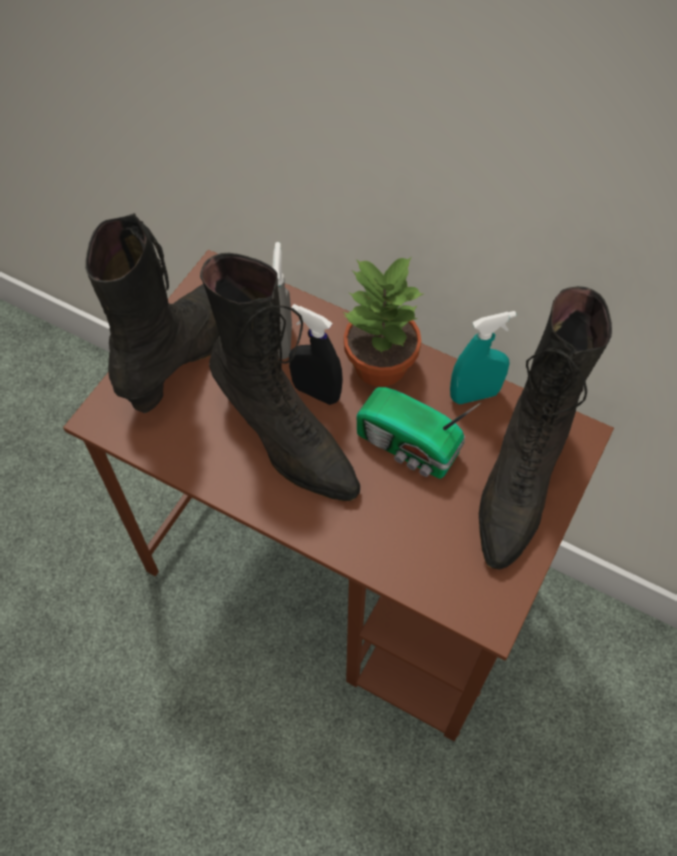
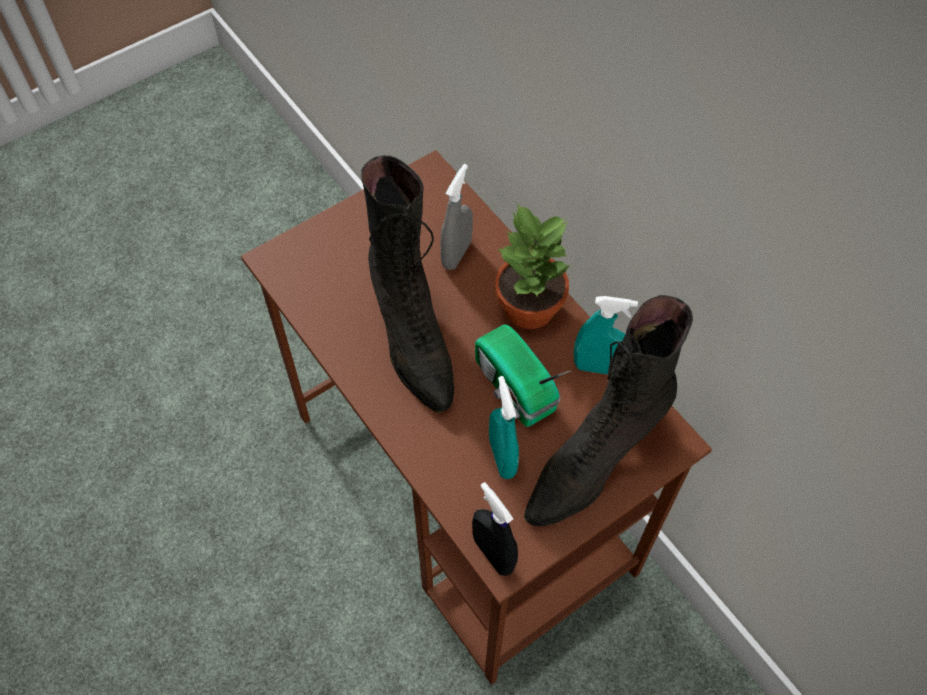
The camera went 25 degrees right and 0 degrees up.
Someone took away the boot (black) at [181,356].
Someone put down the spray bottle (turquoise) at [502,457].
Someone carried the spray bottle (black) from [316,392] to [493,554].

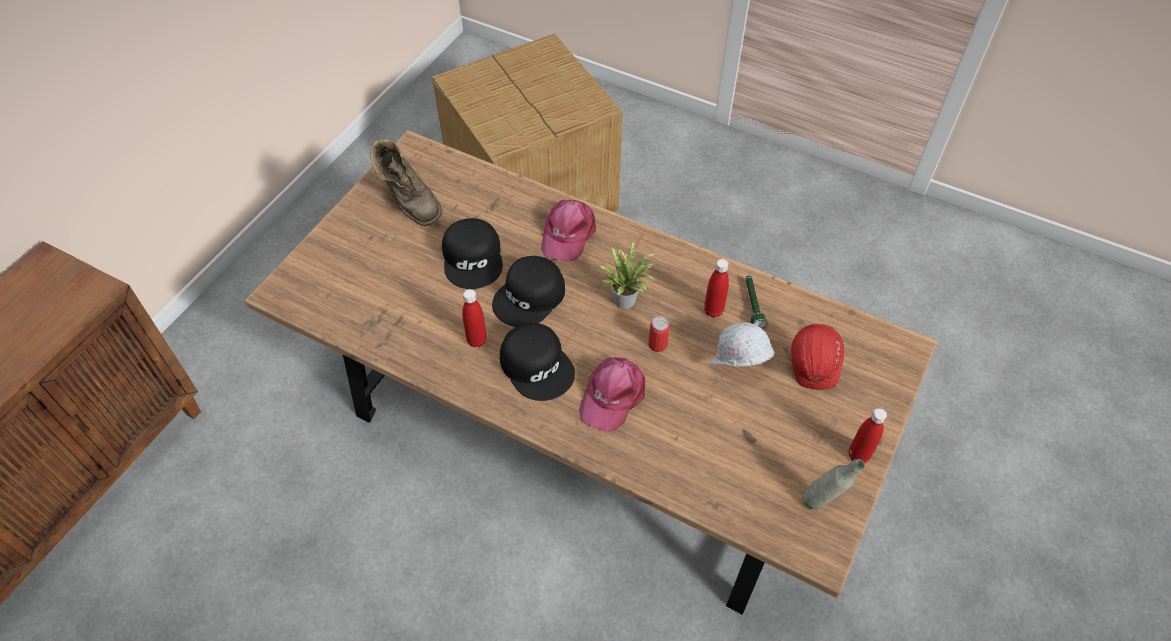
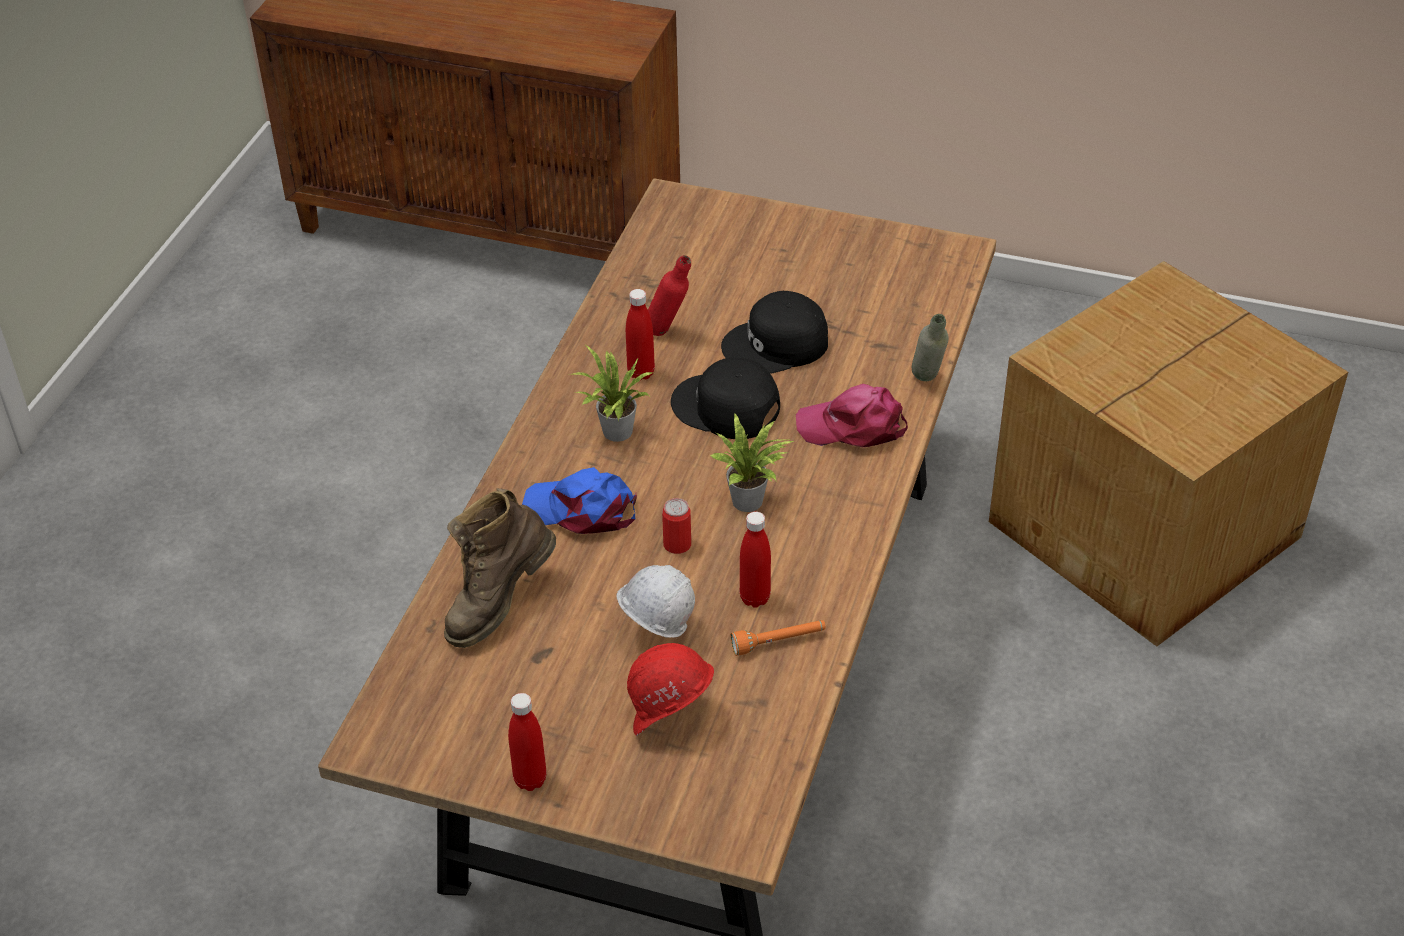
The camera went 80 degrees right and 10 degrees down.
Someone put down the bottle (red) at [668,333].
Someone carried the boot (brown) from [409,202] to [498,604].
Someone carried the bottle (grey) from [822,502] to [927,383].
Someone swapped the cap (black) at [538,365] for the potted plant at [614,433].
Someone repainted the cap (pink) at [612,395], which became the cap (blue) at [582,510].
Someone repainted the flashlight (green) at [752,305], which became the flashlight (orange) at [778,642].

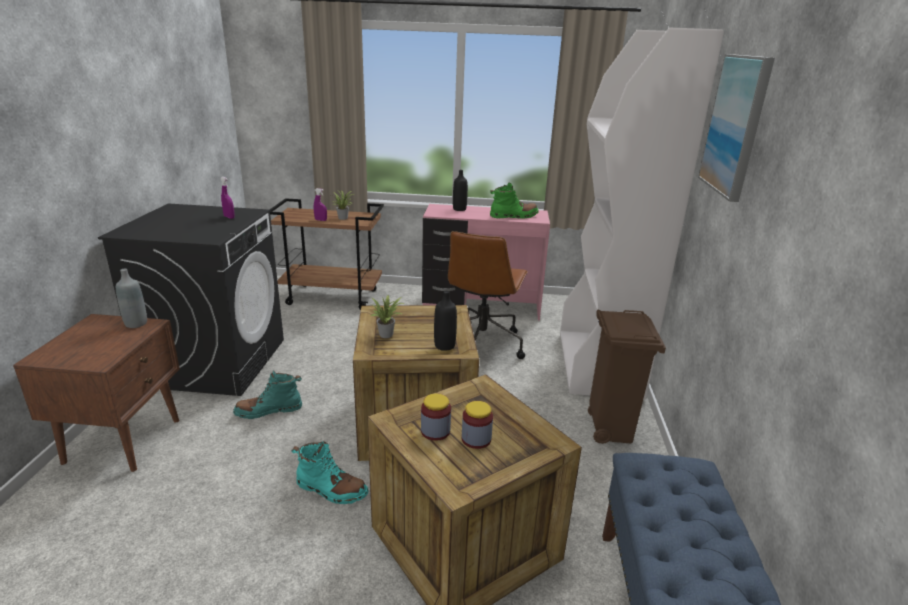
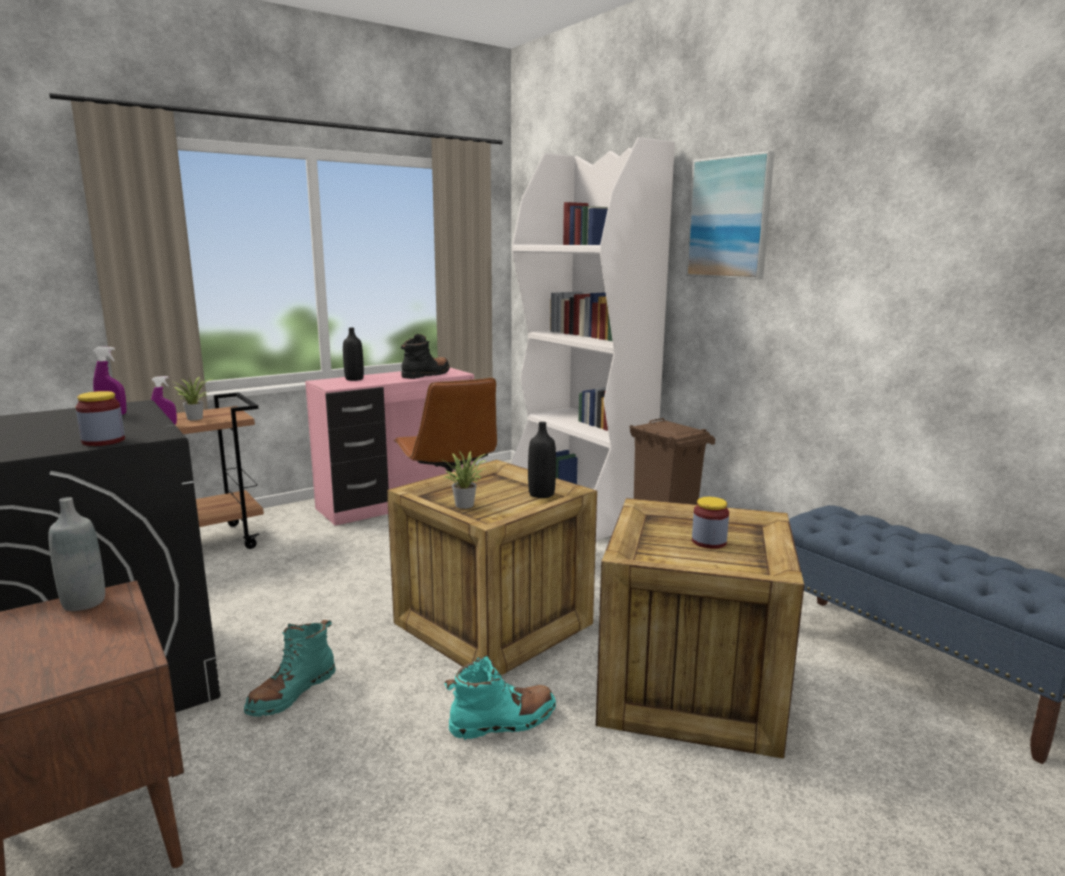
The camera went 40 degrees left and 10 degrees down.
Someone carried the jar from [435,431] to [103,441].
Someone repainted the boot (green) at [514,216], which became the boot (black) at [426,375].

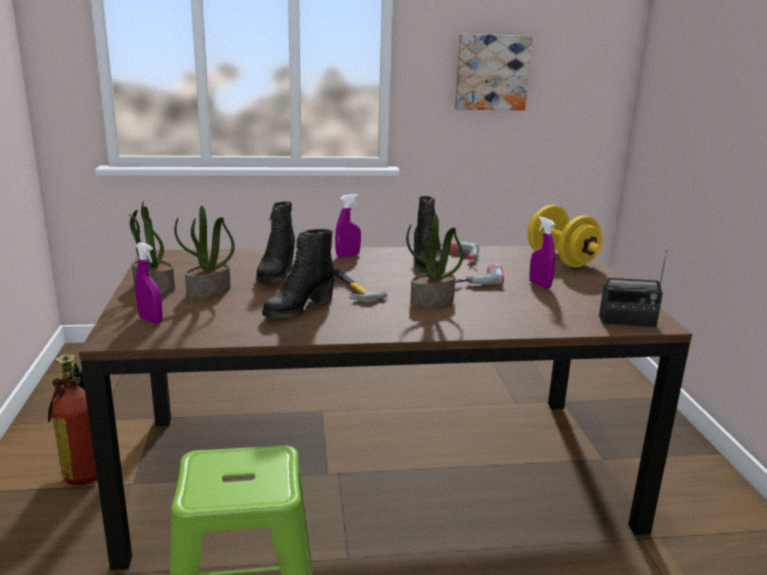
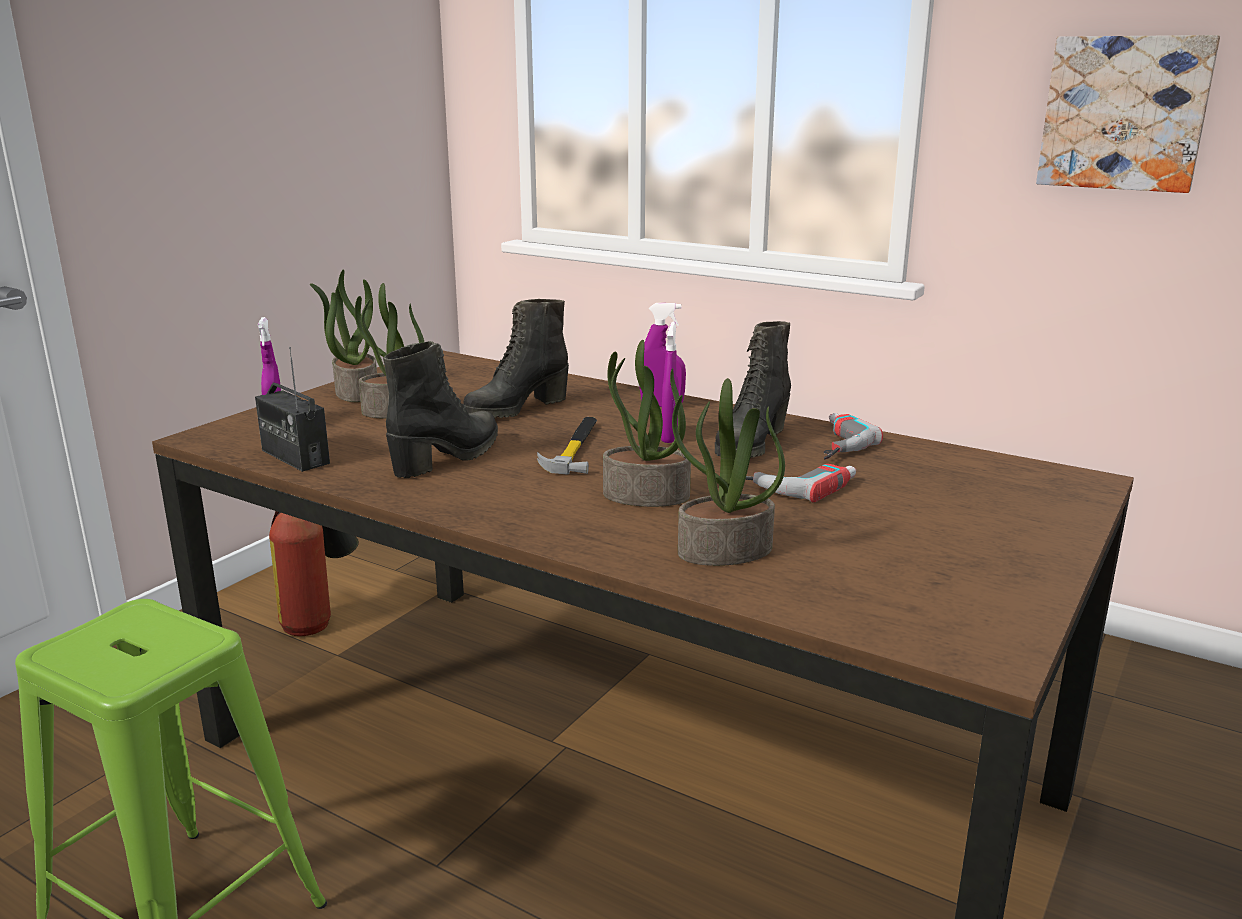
The camera went 40 degrees right and 0 degrees up.
Someone took away the dumbbell (yellow) at [560,259].
Someone put down the potted plant at [724,552].
Someone carried the spray bottle (purple) from [539,285] to [669,436].
Someone carried the radio from [627,321] to [295,457].
Someone rotated the boot (black) at [298,309] by 135 degrees clockwise.

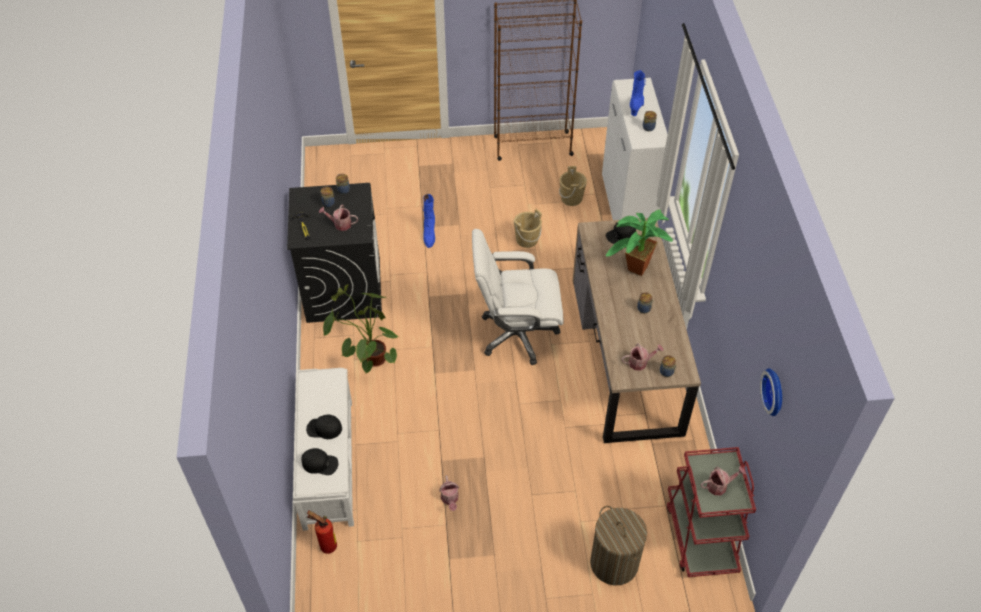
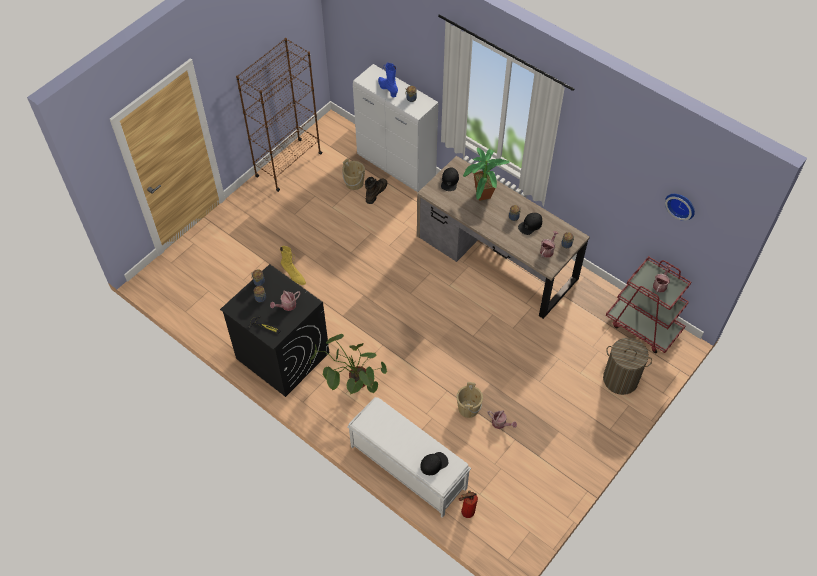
The camera went 45 degrees left and 5 degrees up.
Someone took away the office chair (white) at [516,334].
Someone put down the boot (brown) at [375,192].
Someone carried the cap (black) from [324,428] to [530,225].
Someone carried the bucket (beige) from [527,239] to [468,408].
Someone repainted the boot (blue) at [429,234], which became the boot (yellow) at [293,275].

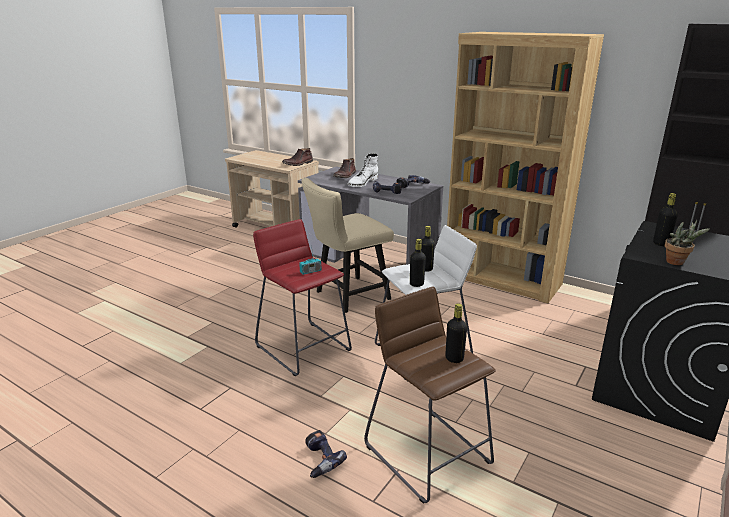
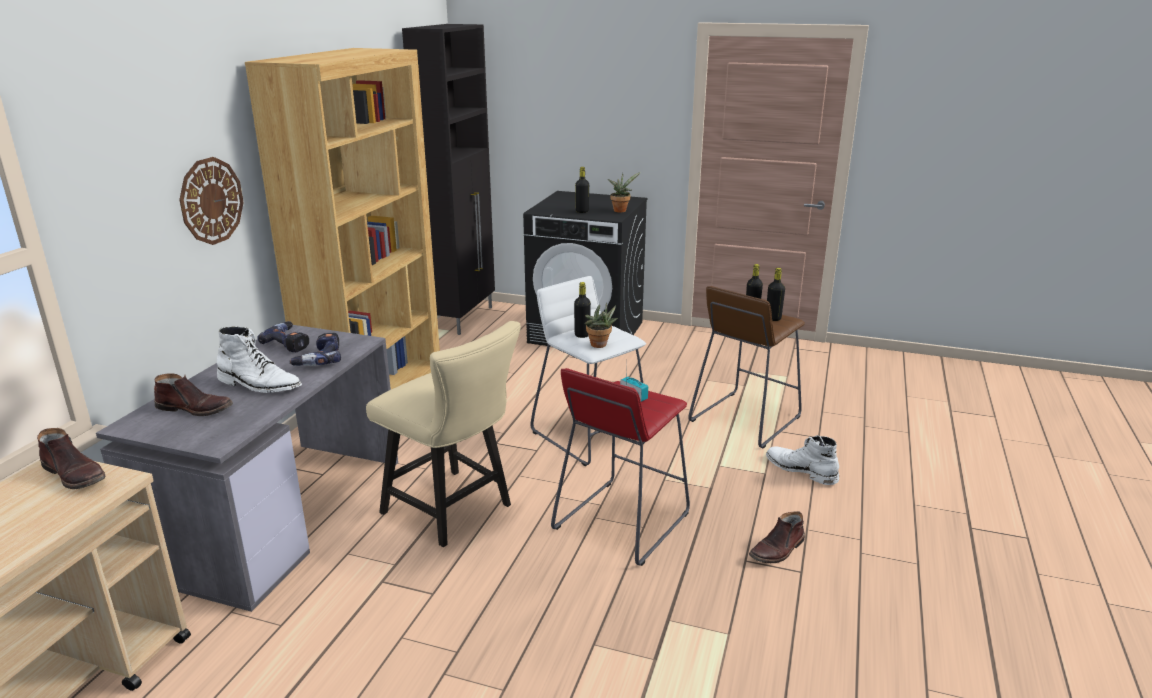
The camera went 105 degrees left and 0 degrees up.
Someone put up the wall clock at [211,201].
Someone put down the potted plant at [600,345].
Someone put down the boot (brown) at [777,550].
Someone carried the bottle (black) from [416,284] to [773,318].
Someone swapped the power drill at [319,460] for the boot (white) at [801,469].

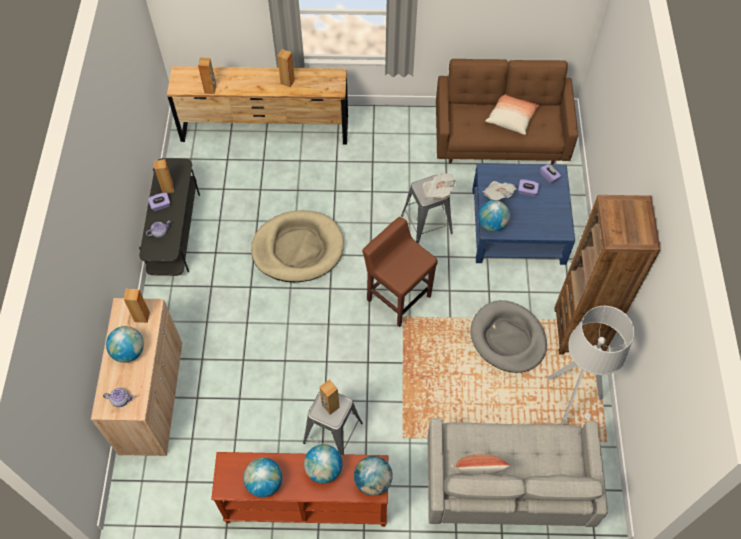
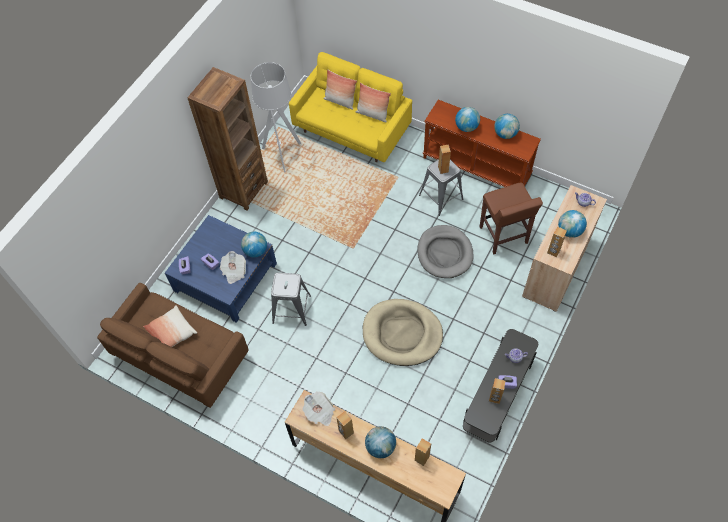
The camera went 150 degrees left and 0 degrees up.
Someone put down the pillow at [340,101].
Someone carried the globe from [373,481] to [380,446].
Someone carried the stool (brown) from [398,297] to [503,236].
Someone carried the newspaper from [437,191] to [319,412].
Someone carried the dog bed (grey) from [508,338] to [444,253].
Someone repainted the sofa (grey) at [506,484], which became the sofa (yellow) at [352,130].

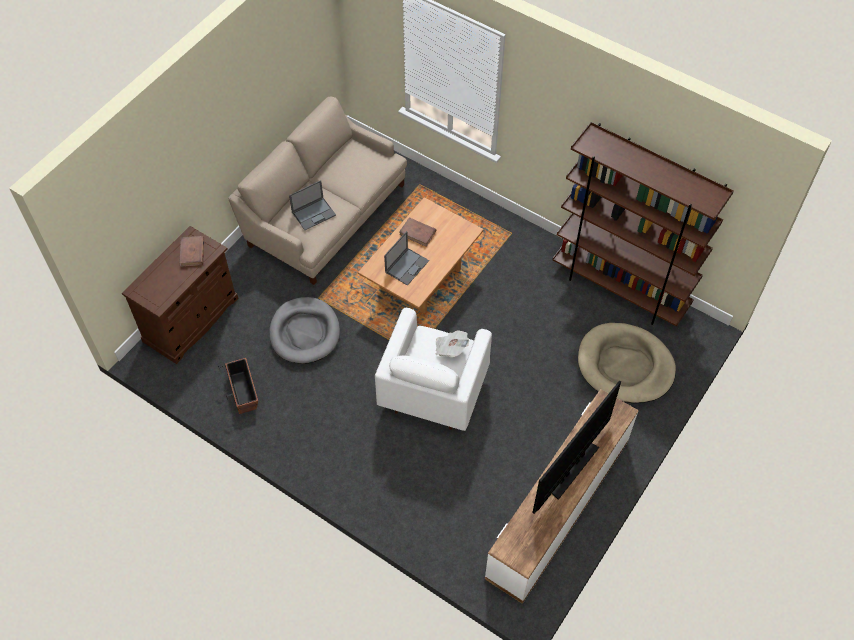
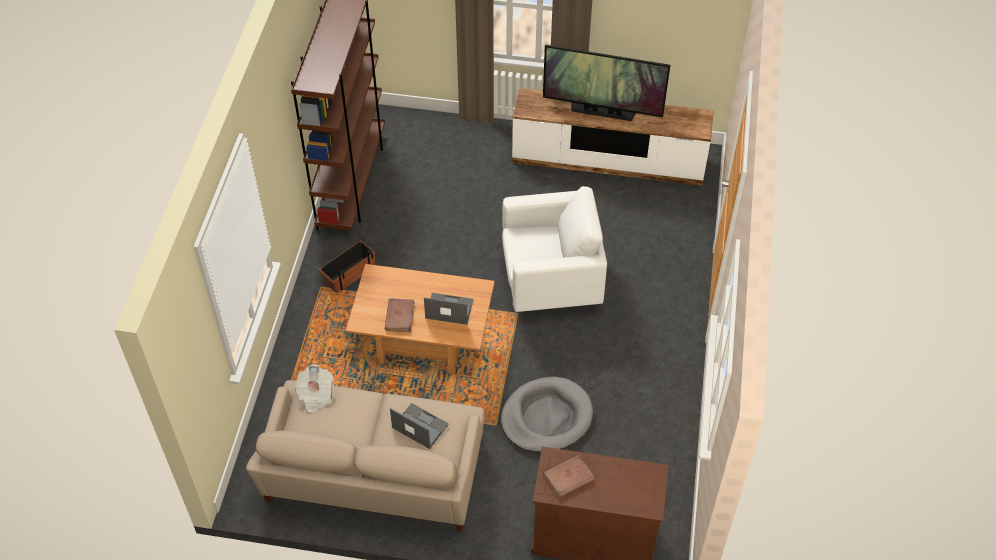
The camera went 115 degrees left and 5 degrees down.
Someone took away the dog bed (beige) at [625,366].
Someone carried the planter from [243,392] to [349,274].
Someone carried the newspaper from [450,348] to [316,395].

